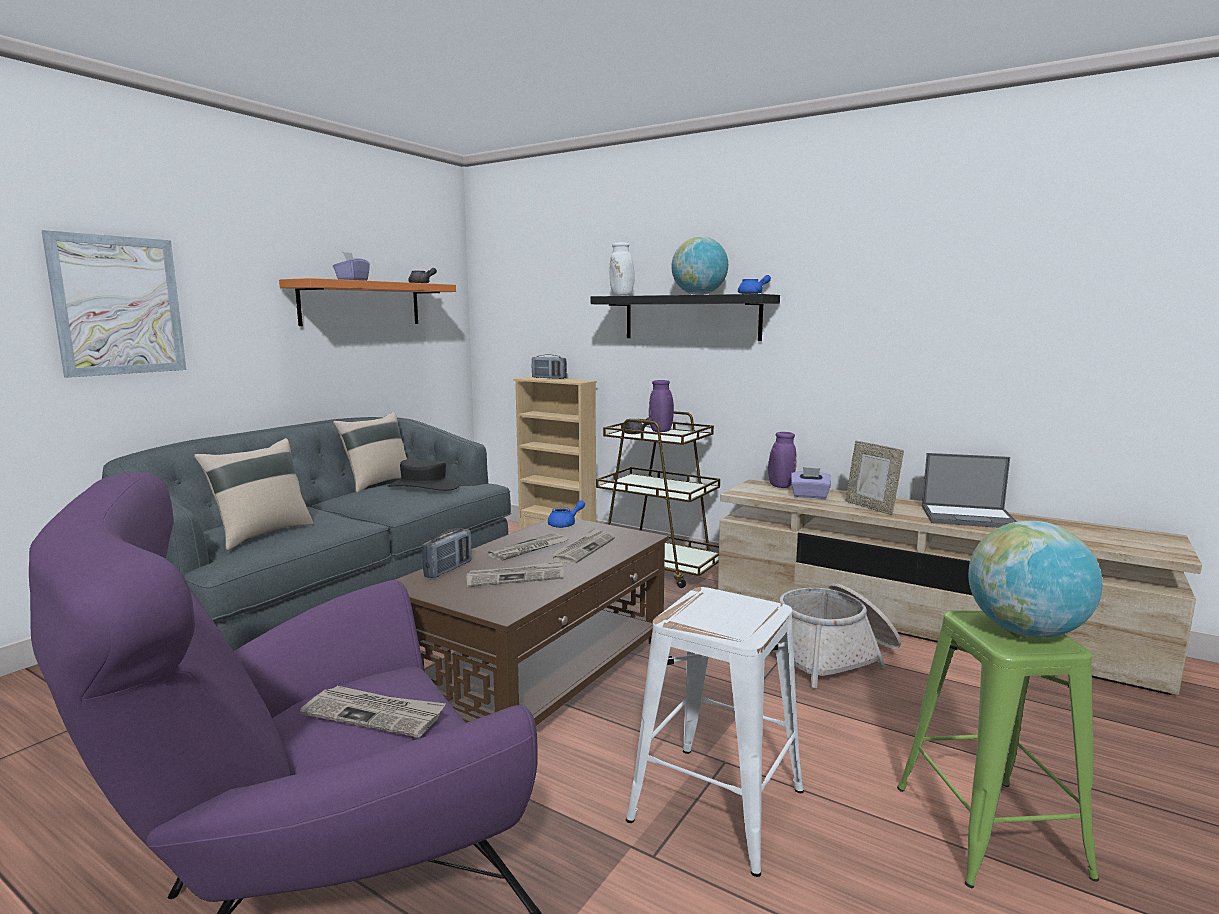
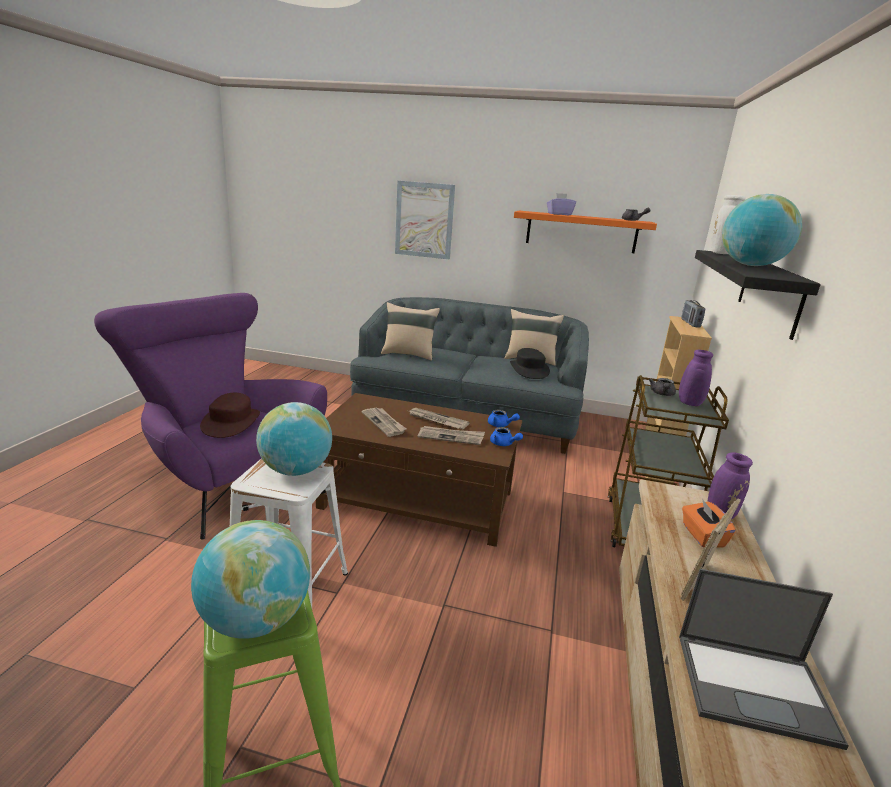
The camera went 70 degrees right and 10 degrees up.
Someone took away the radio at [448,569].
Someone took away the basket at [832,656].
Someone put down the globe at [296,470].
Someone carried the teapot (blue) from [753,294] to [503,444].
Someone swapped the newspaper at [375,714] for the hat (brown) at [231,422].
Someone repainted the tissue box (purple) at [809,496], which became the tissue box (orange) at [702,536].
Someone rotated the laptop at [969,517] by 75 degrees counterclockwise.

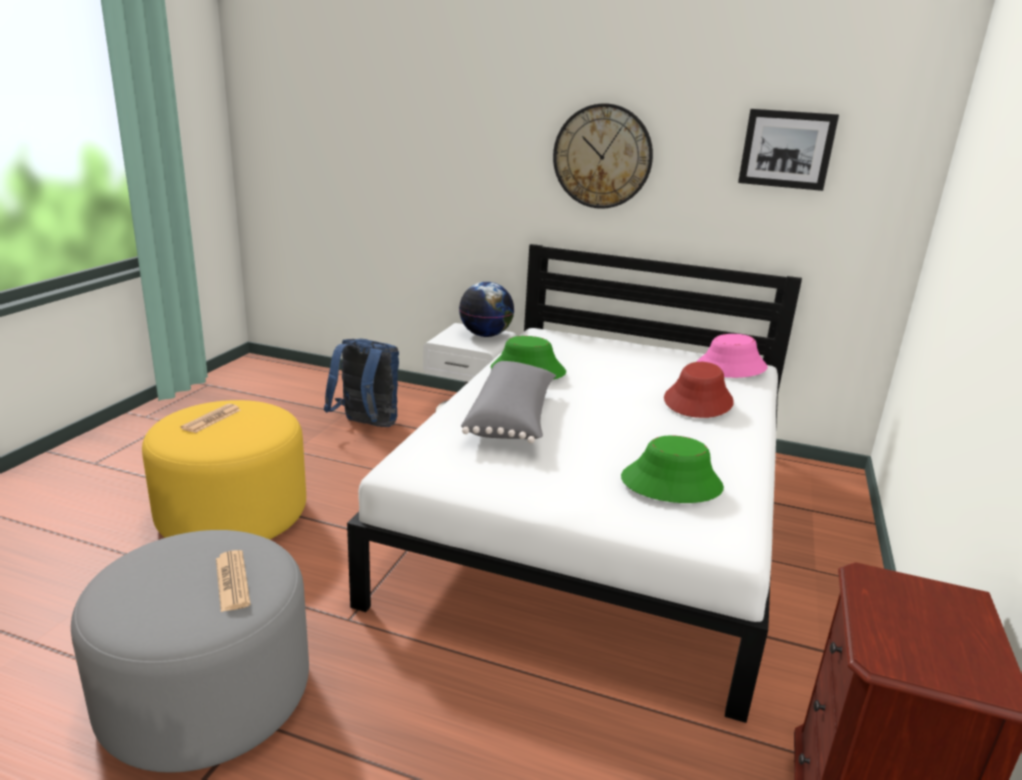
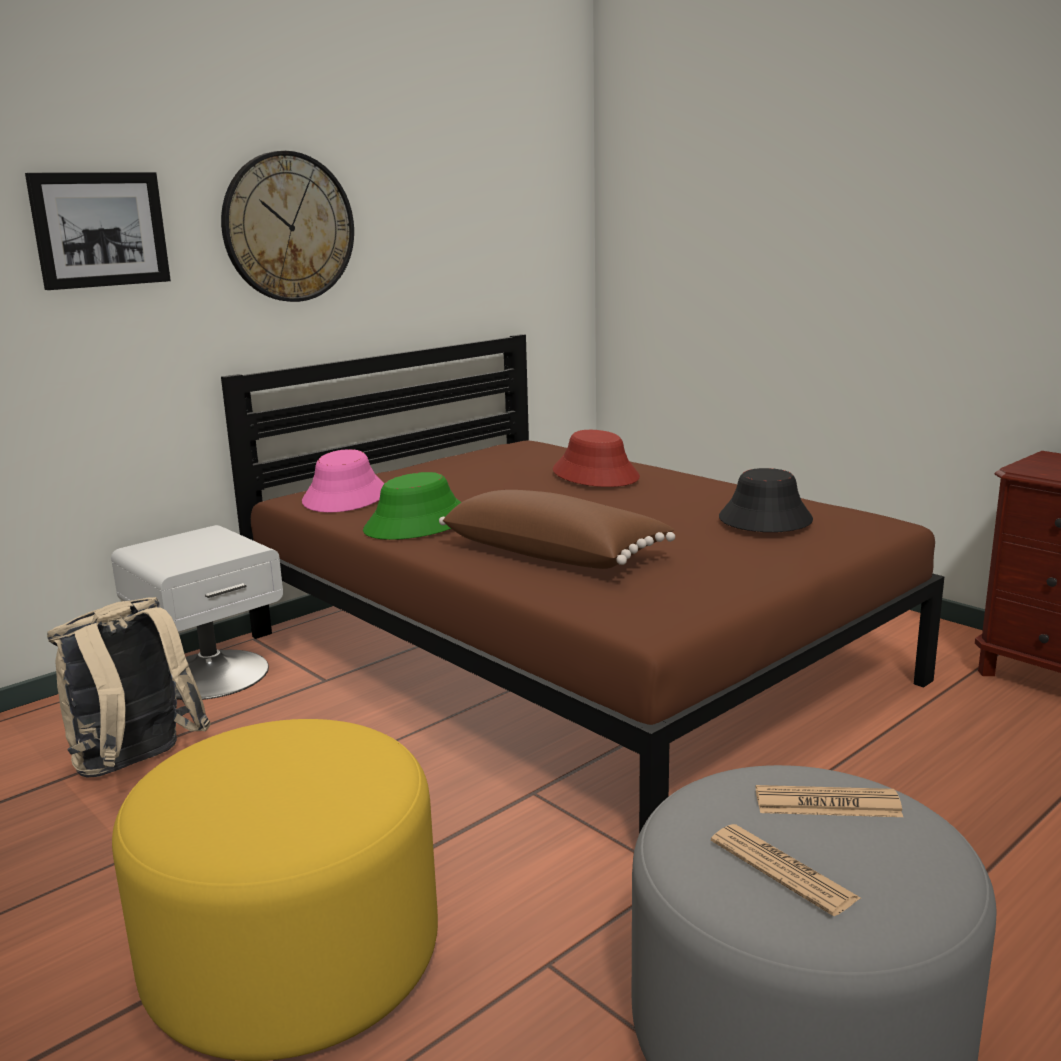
The camera went 60 degrees left and 5 degrees down.
Someone took away the globe at [485,335].
Someone carried the newspaper from [212,419] to [782,870].
Someone carried the hat (pink) from [730,367] to [346,497].
Someone carried the picture from [786,149] to [99,229].
Someone repainted the backpack (blue) at [366,425], which became the backpack (beige) at [136,767].
Someone repainted the bed (white) at [599,515], which became the bed (brown) at [570,656].
Someone repainted the pillow (grey) at [512,419], which became the pillow (brown) at [555,554].
Someone repainted the hat (green) at [671,483], which became the hat (black) at [764,520].

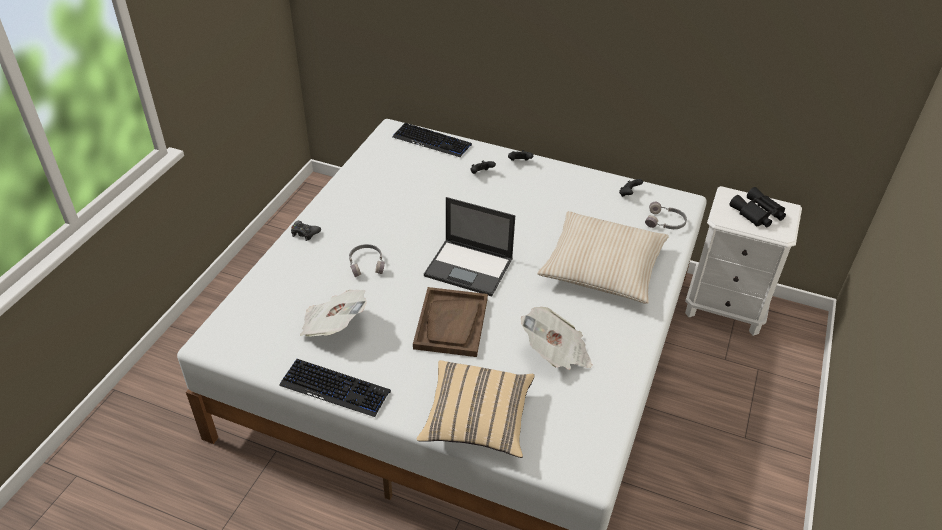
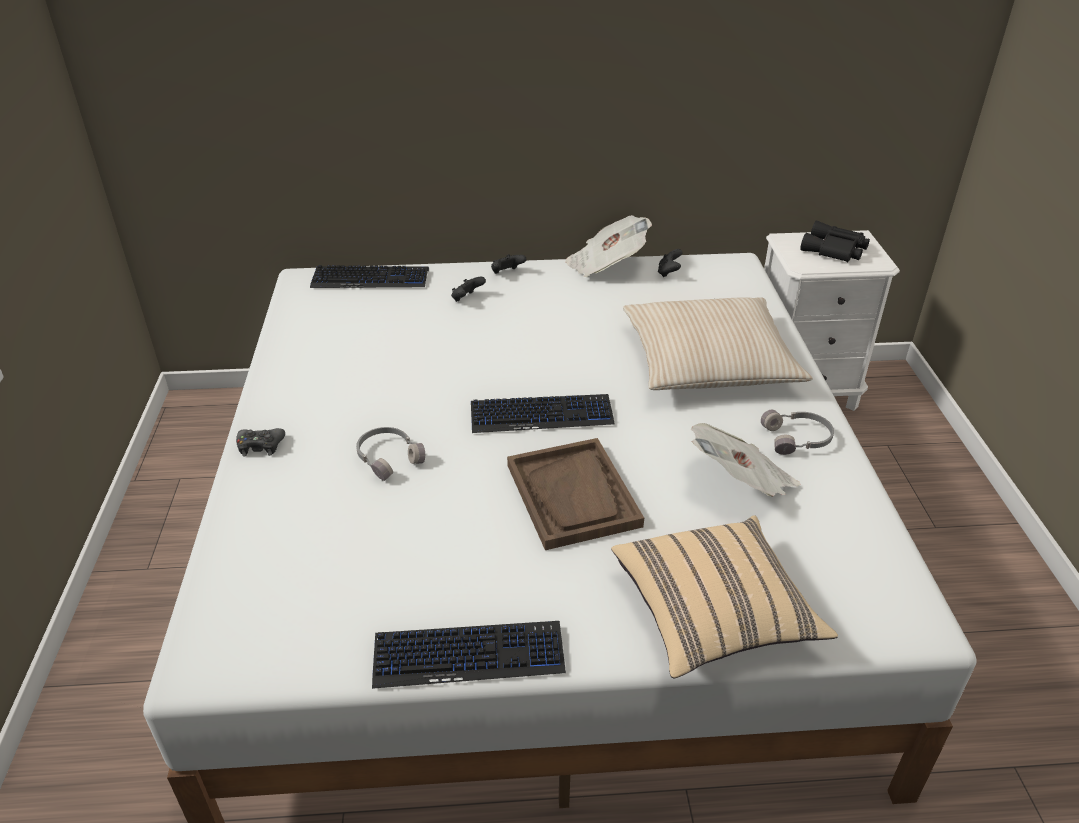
The camera went 25 degrees left and 5 degrees down.
Someone carried the newspaper from [333,326] to [606,265].
Someone carried the headphones (grey) from [665,222] to [798,439].
Someone swapped the laptop at [470,268] for the keyboard at [541,415].

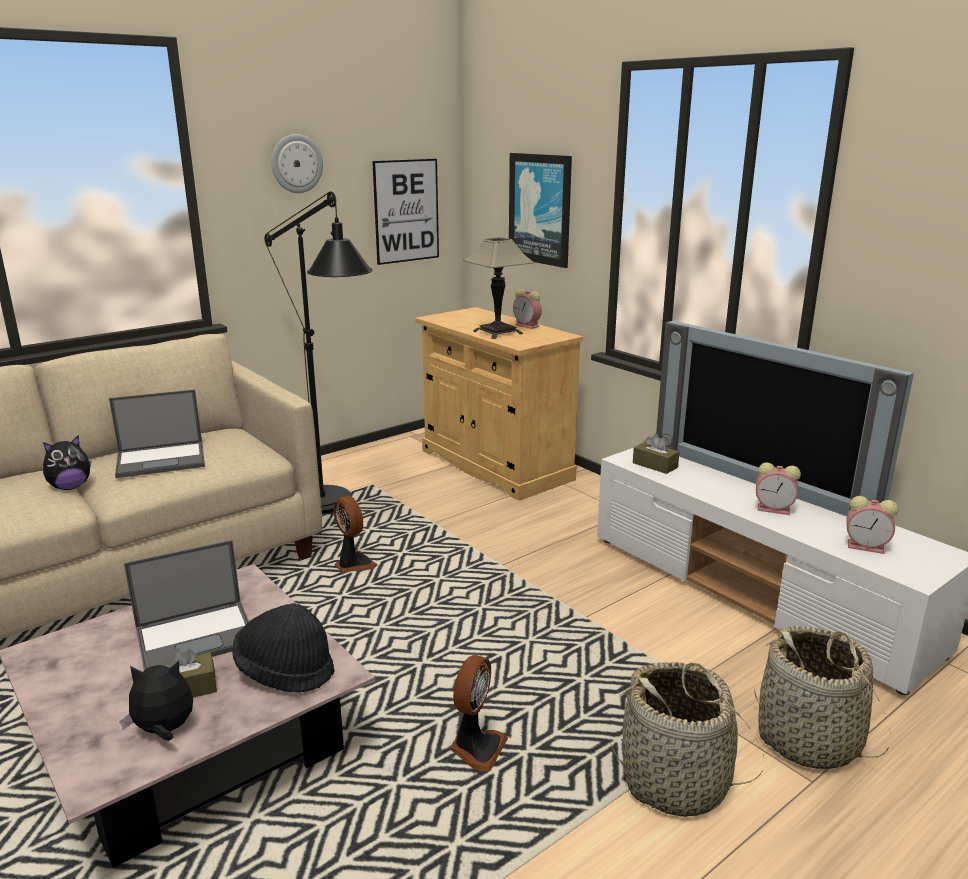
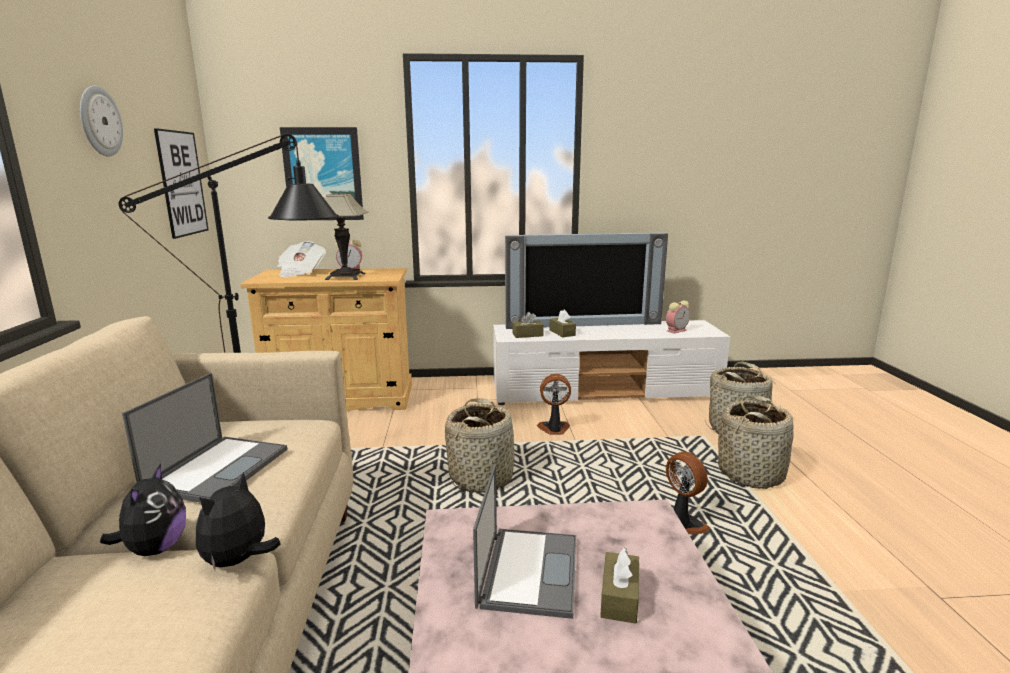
The camera went 55 degrees left and 5 degrees down.
Someone took away the hat (black) at [285,671].
Someone took away the alarm clock at [775,509].
Someone put down the newspaper at [300,273].
Someone put down the basket at [482,477].
Someone put down the tissue box (brown) at [562,333].
Someone carried the plush toy from [164,730] to [239,561].
Someone carried the fan from [353,564] to [554,429].

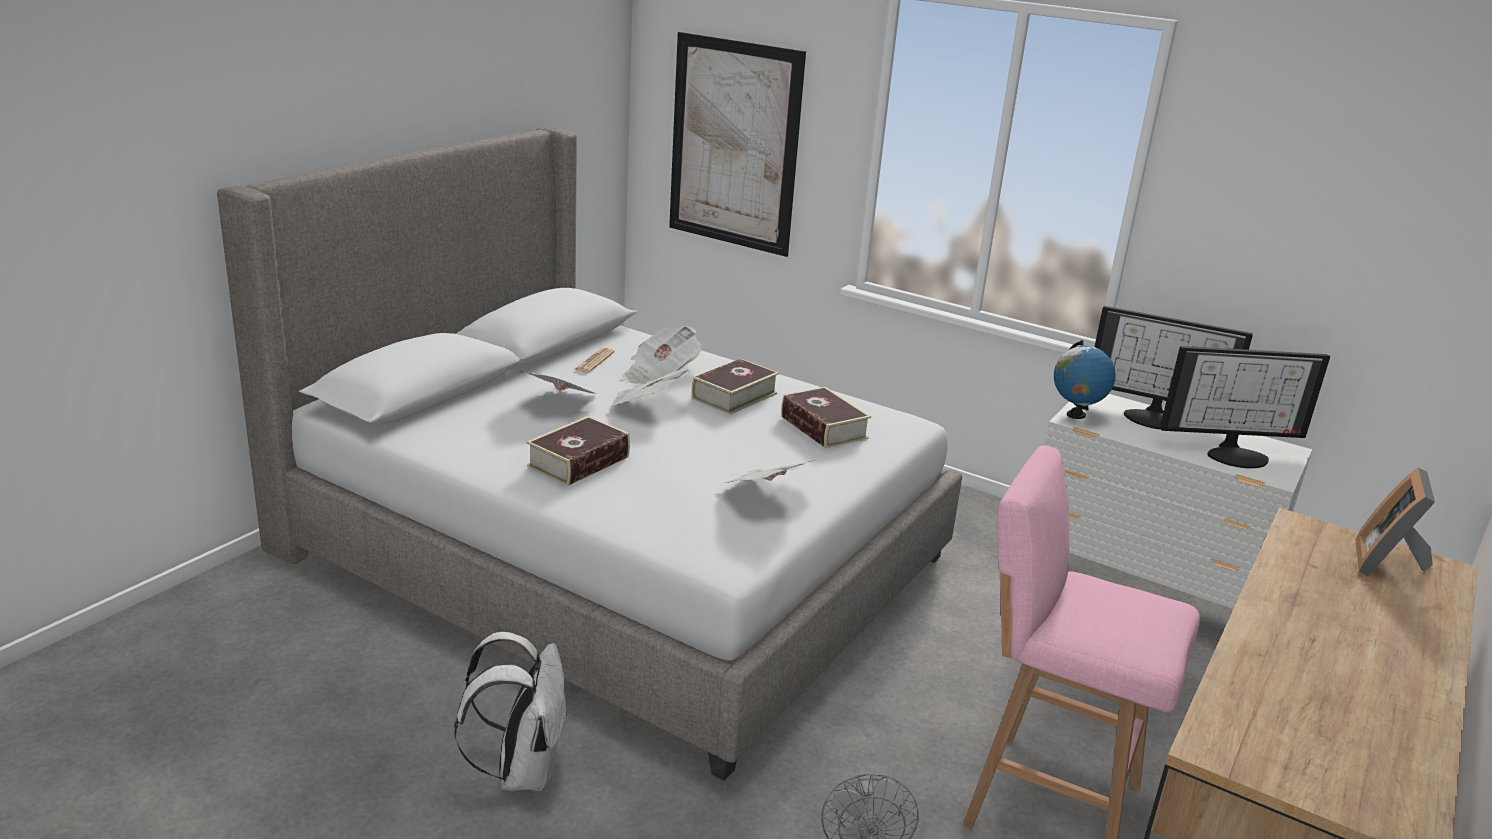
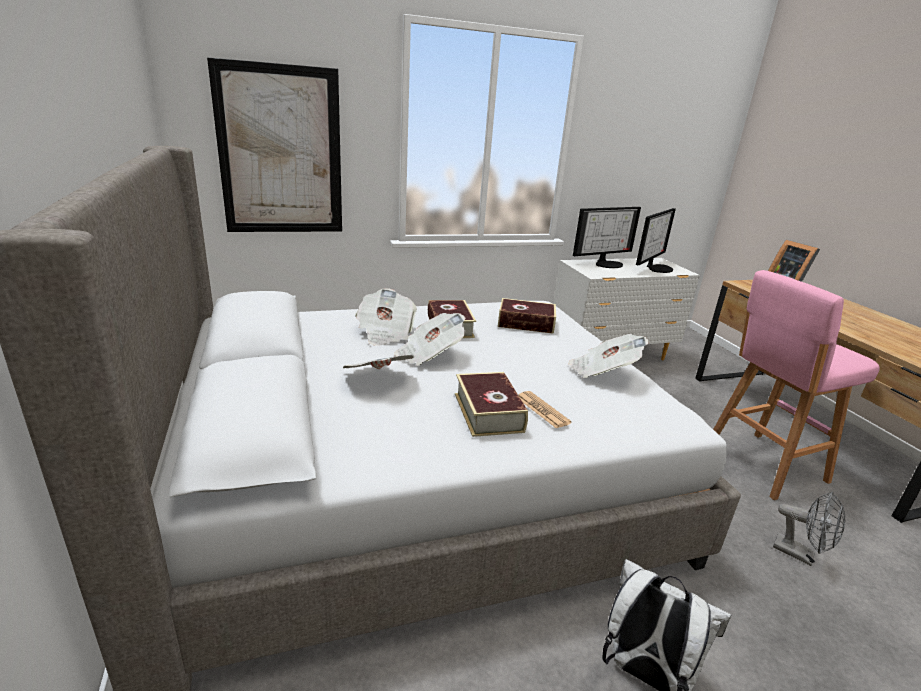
The camera went 50 degrees left and 0 degrees up.
Someone took away the globe at [1075,415].
Someone carried the newspaper from [594,361] to [542,410].

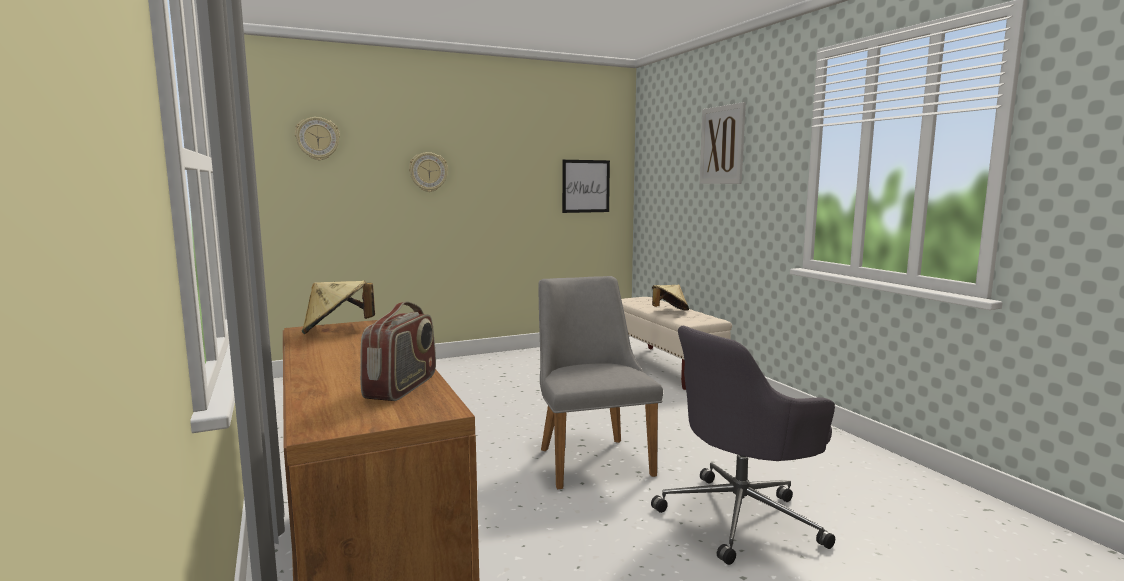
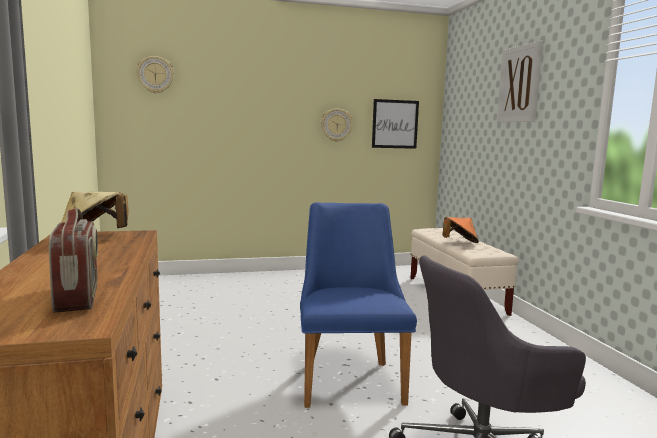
The camera went 10 degrees right and 0 degrees up.
Someone carried the wall clock from [428,172] to [336,125].
Someone repainted the chair (grey) at [590,457], which became the chair (blue) at [349,377].
Someone repainted the hat (beige) at [669,311], which became the hat (orange) at [459,242].
Someone rotated the radio at [402,387] by 45 degrees counterclockwise.

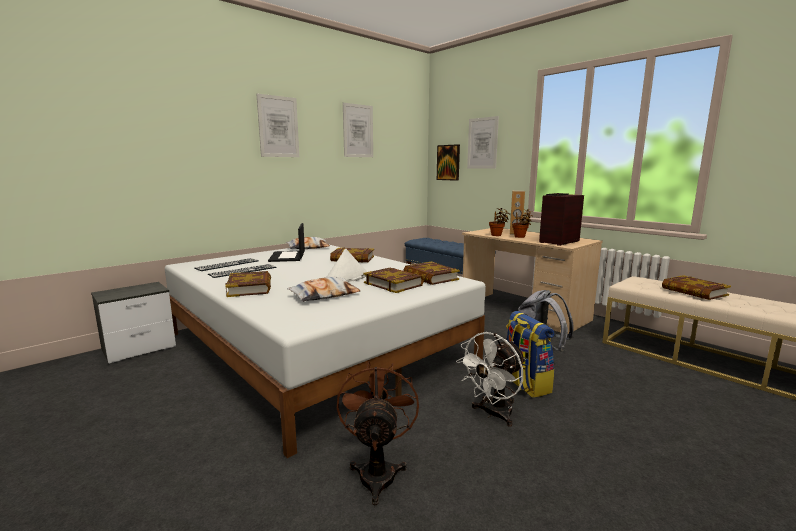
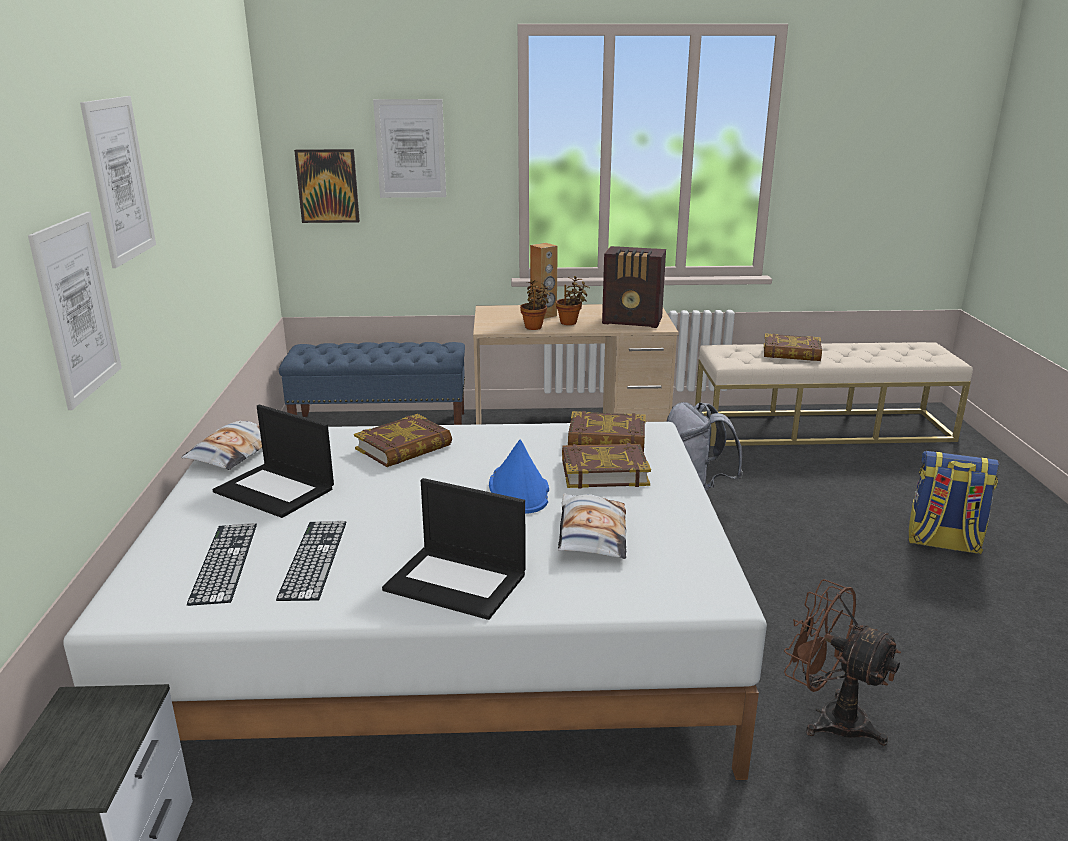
The camera went 50 degrees left and 10 degrees up.
Someone took away the fan (white) at [493,414].
Someone carried the picture from [358,131] to [77,308].
Someone carried the backpack from [524,384] to [942,543].
Someone swapped the book at [250,288] for the laptop at [457,581].
Someone repainted the hat (white) at [346,278], which became the hat (blue) at [519,490].
Someone rotated the radio at [558,242] by 75 degrees counterclockwise.

